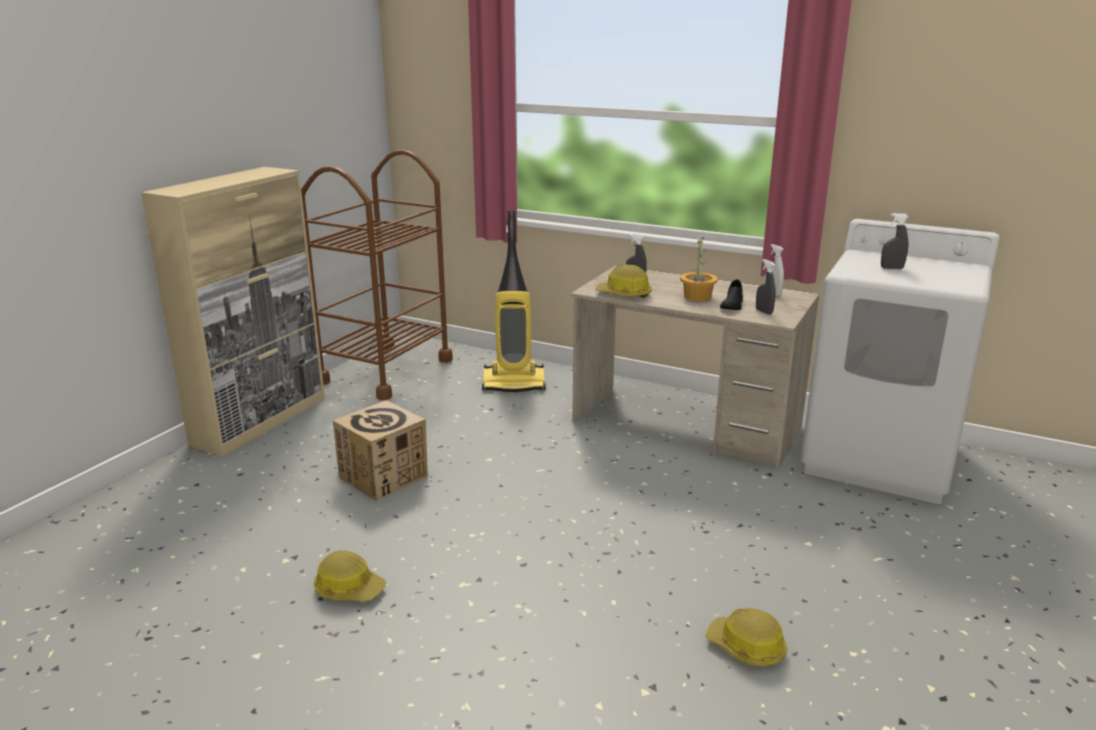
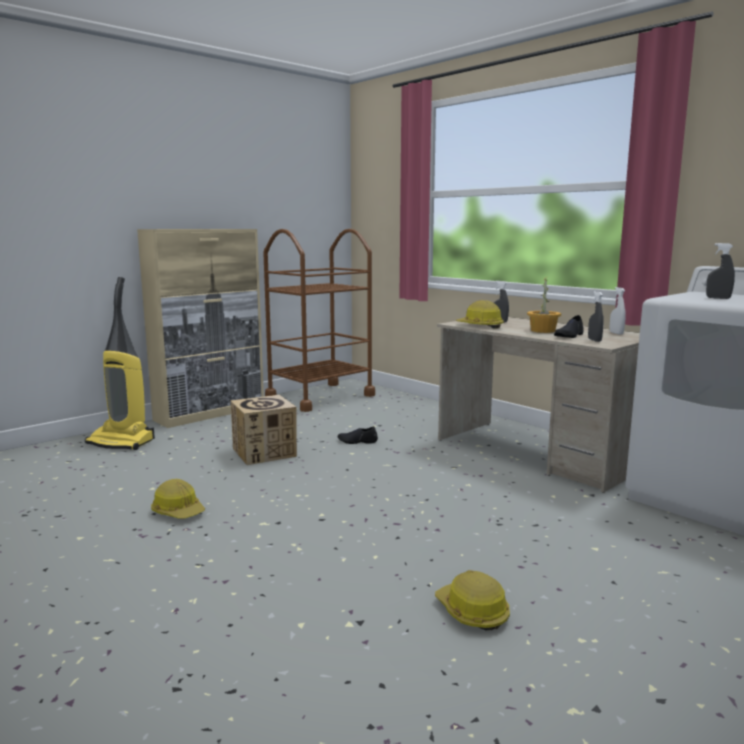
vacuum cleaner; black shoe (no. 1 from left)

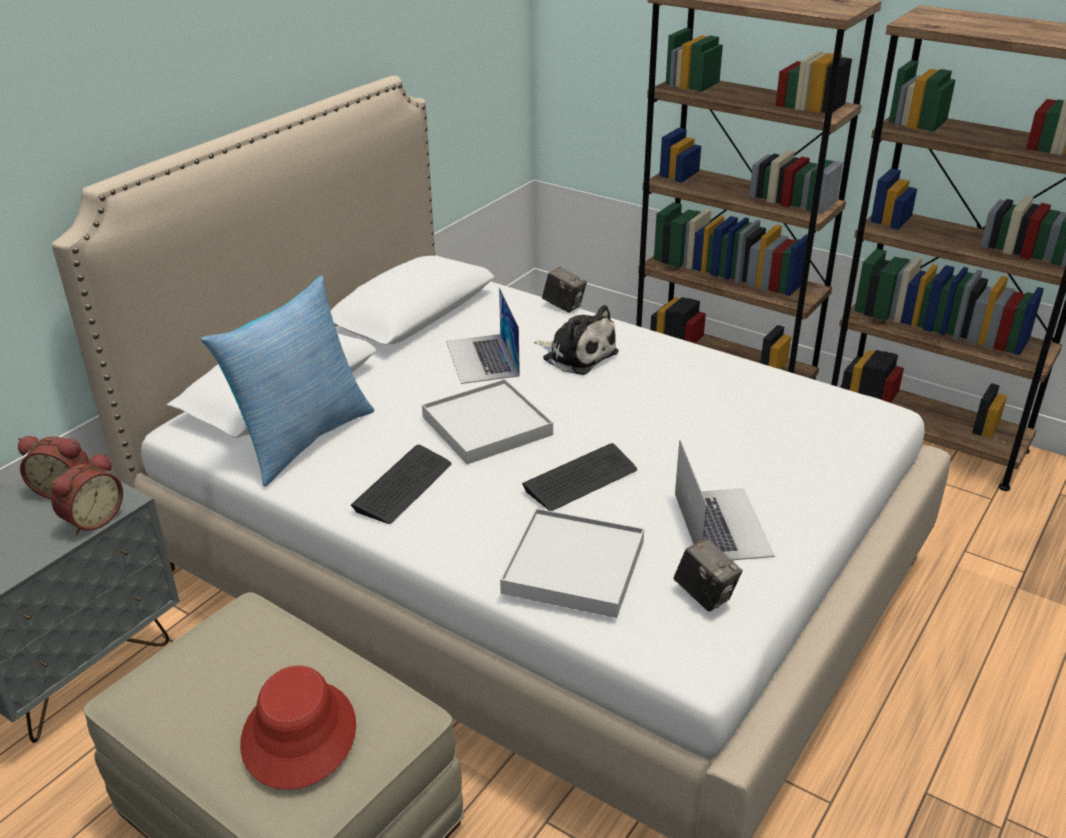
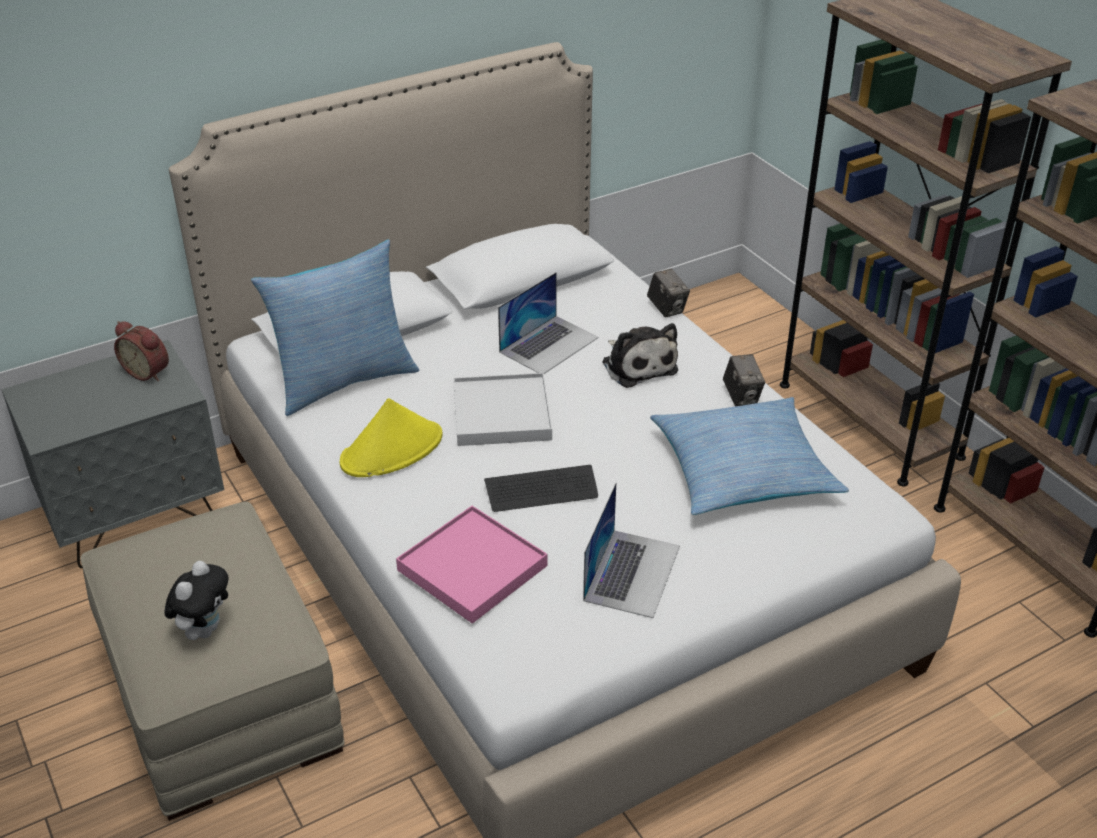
portable computer (no. 1 from left); yellow wearable hat; table clock (no. 2 from left in the first image); pinkish carrying tray; still camera (no. 2 from left); soft toy (no. 1 from left); pillow (no. 2 from left)

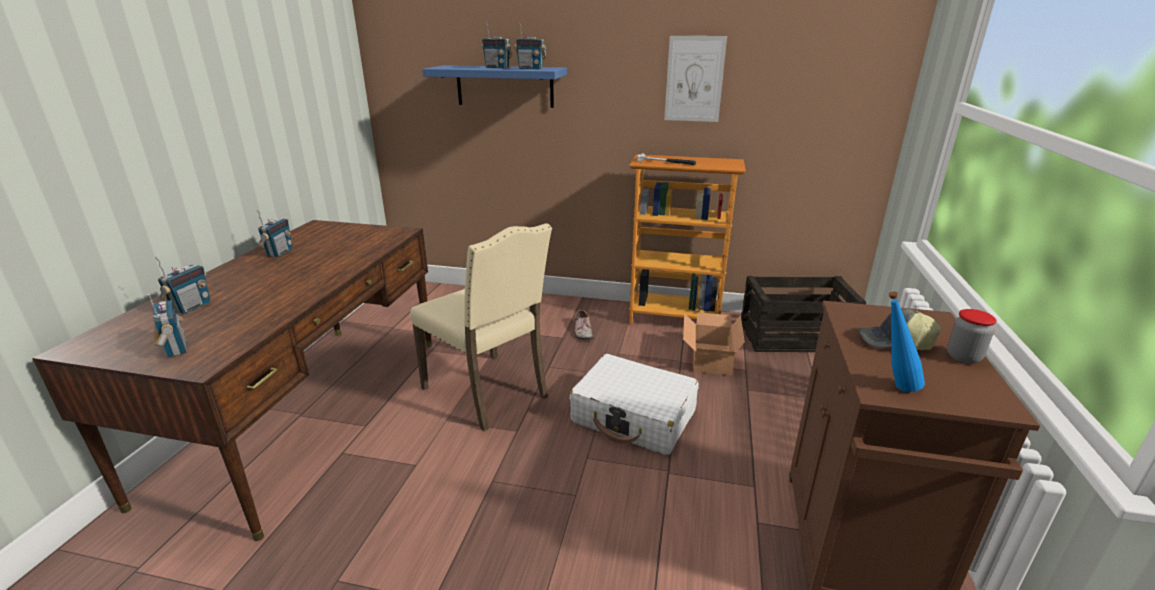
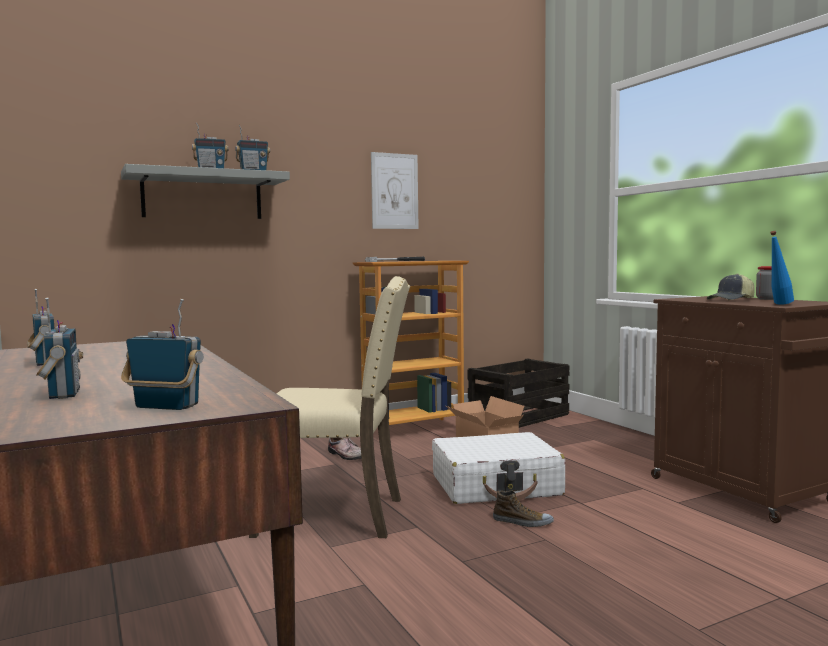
greyish shelf; shoe (no. 2 from left)

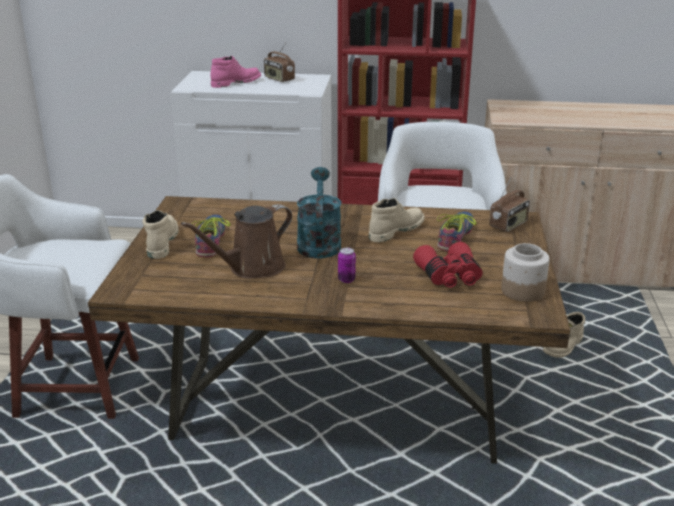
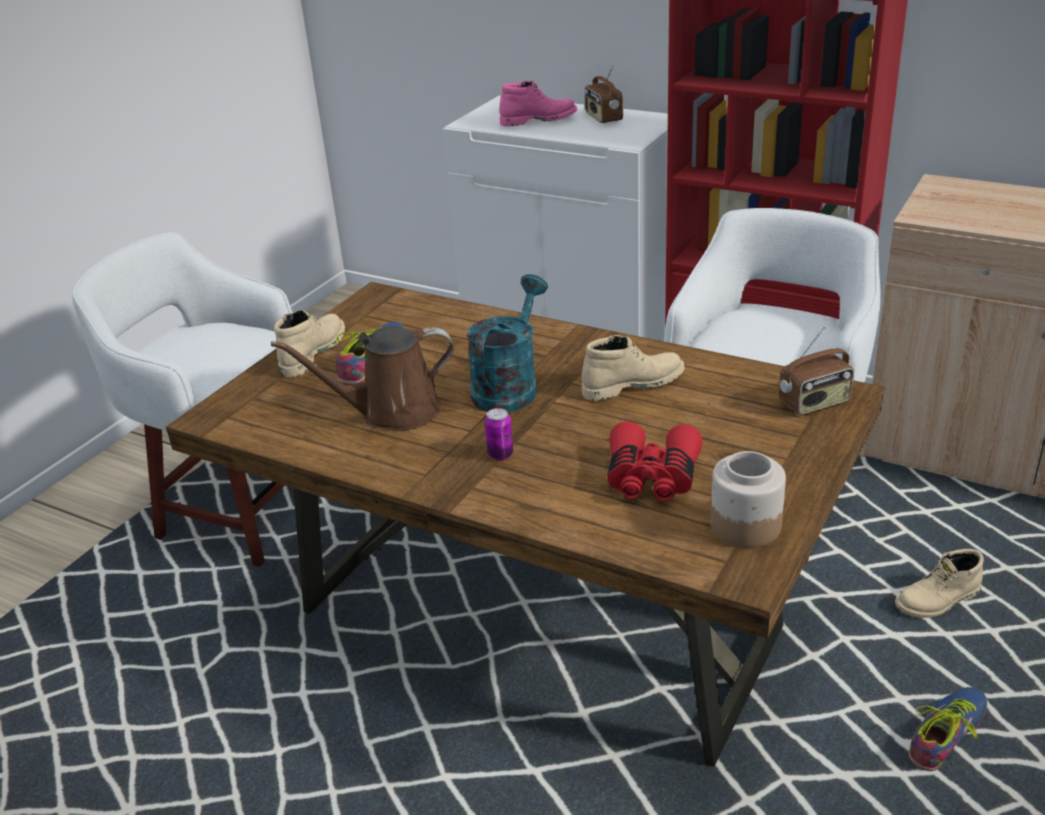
shoe (no. 2 from left)

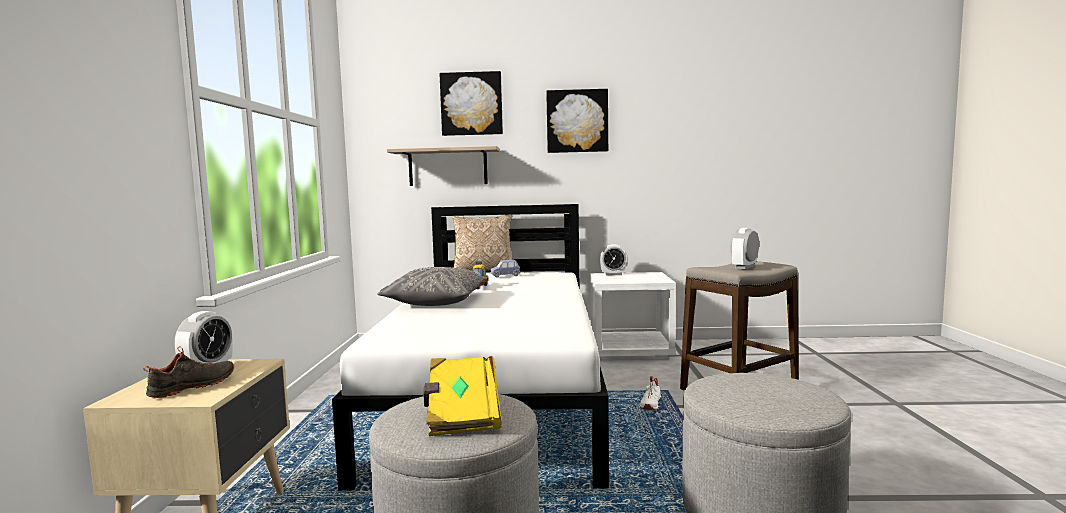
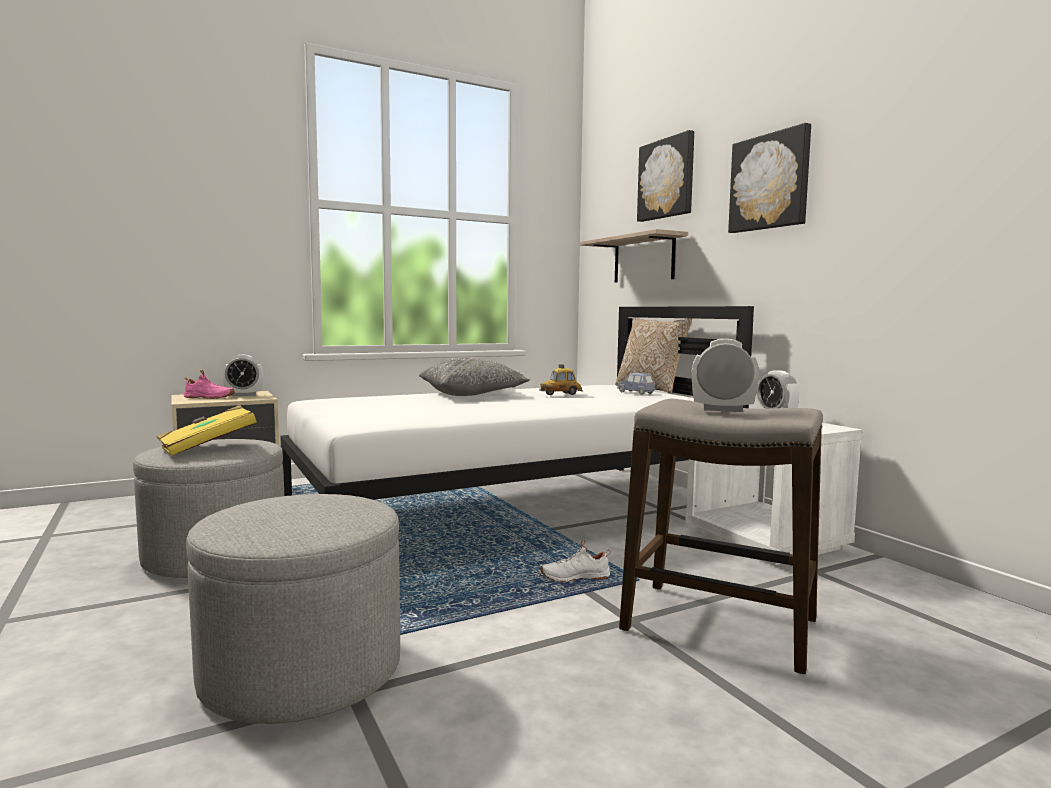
pinkish shoe

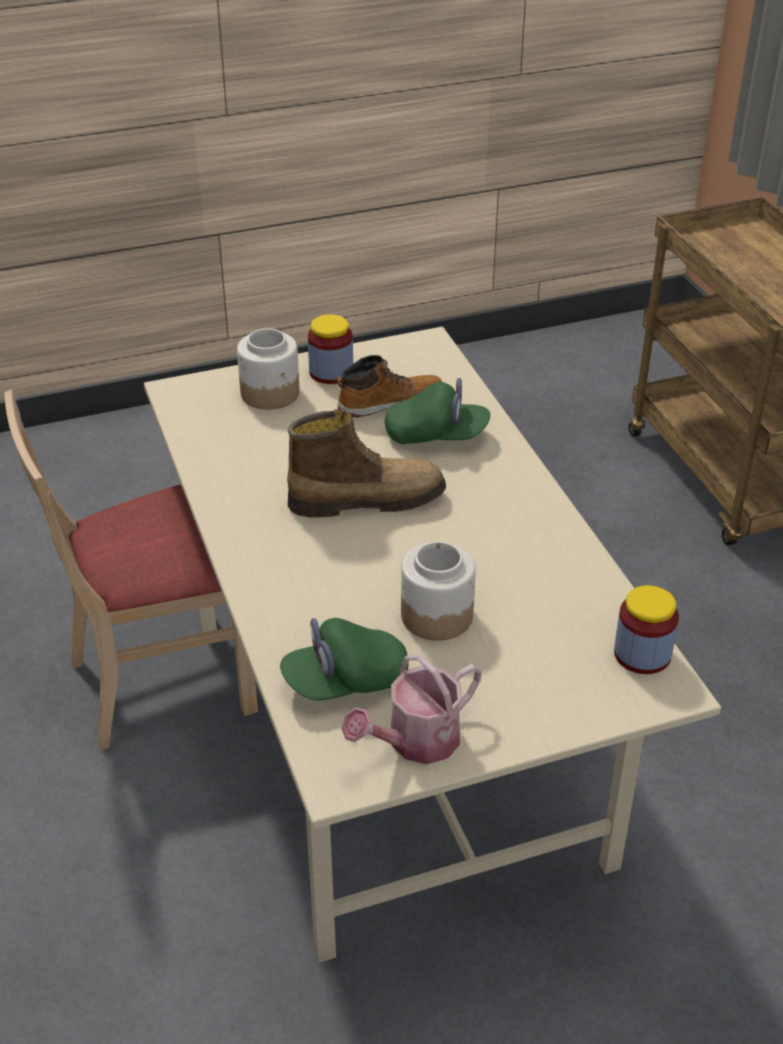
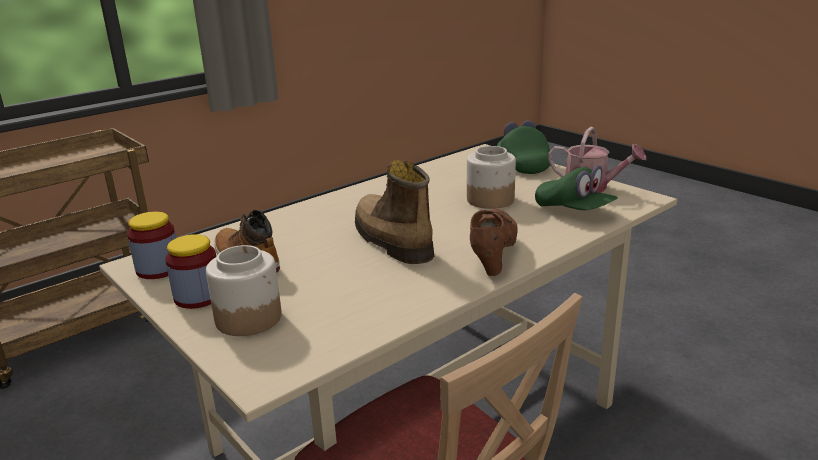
greenish cap (no. 1 from left); storage jar (no. 1 from left); brownish shoe

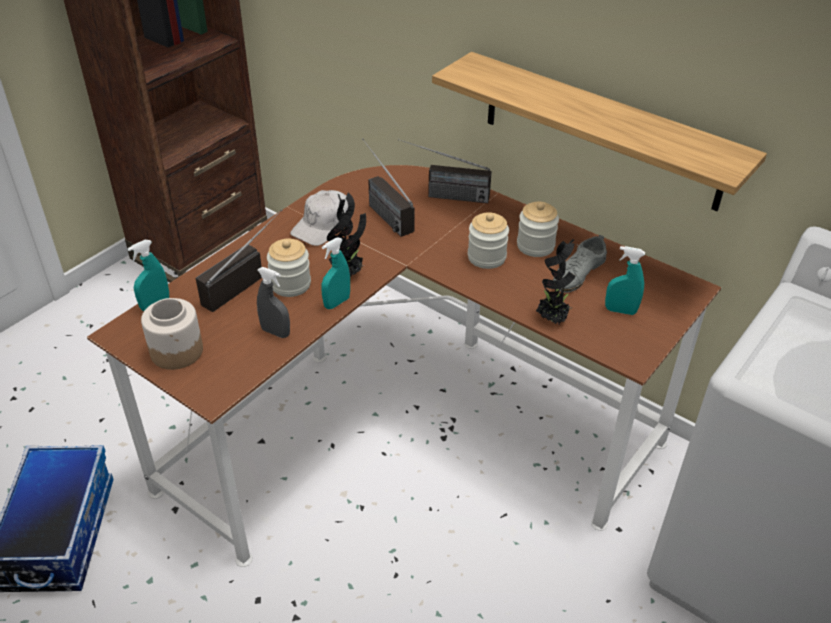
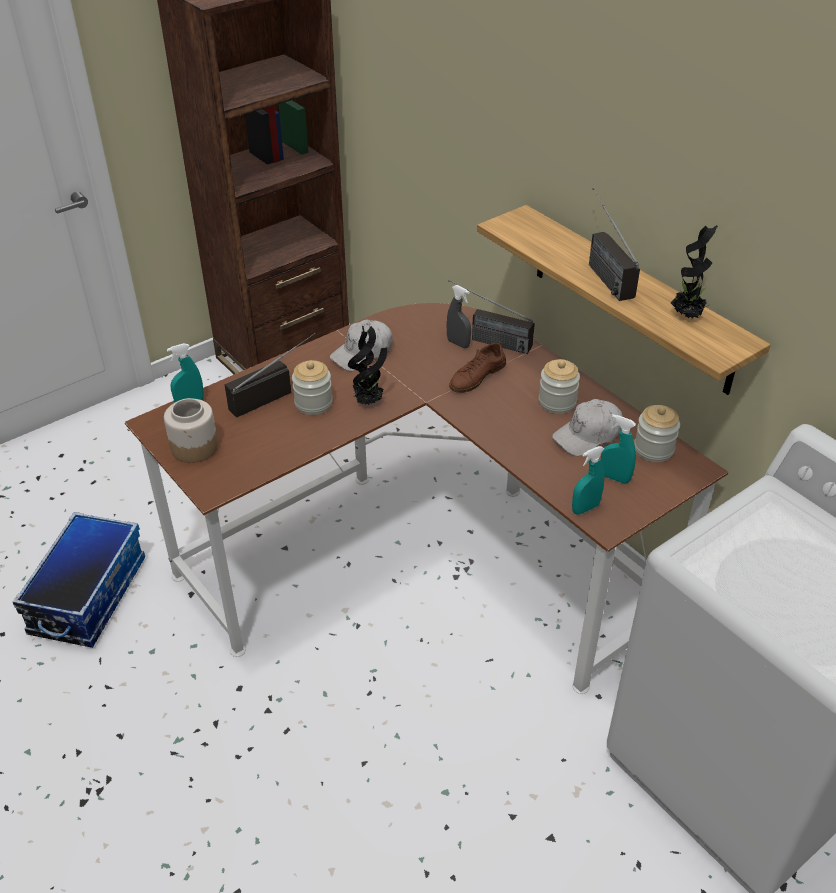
radio (no. 3 from left); storage jar (no. 4 from left); whitish cap (no. 2 from left); turquoise spray bottle (no. 2 from left); plant in a pot (no. 2 from left); greyish spray bottle; brownish shoe

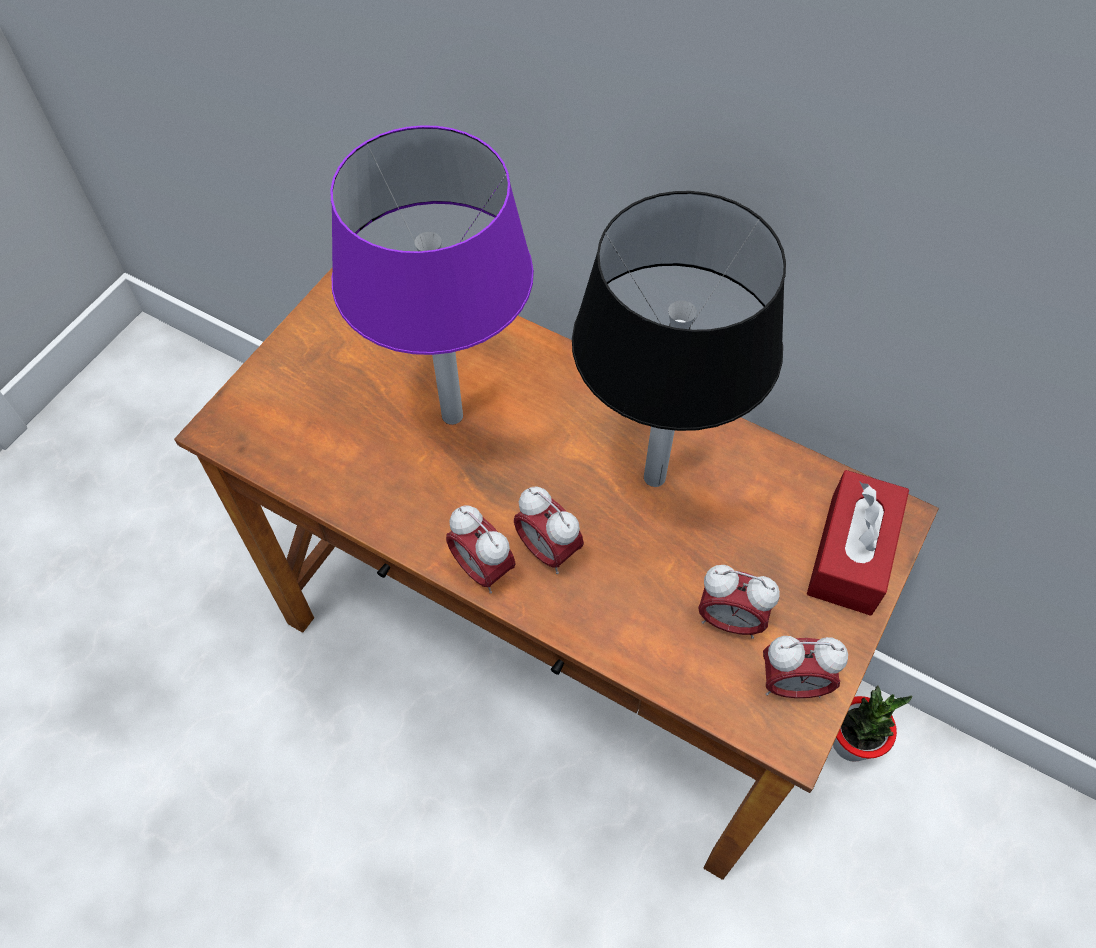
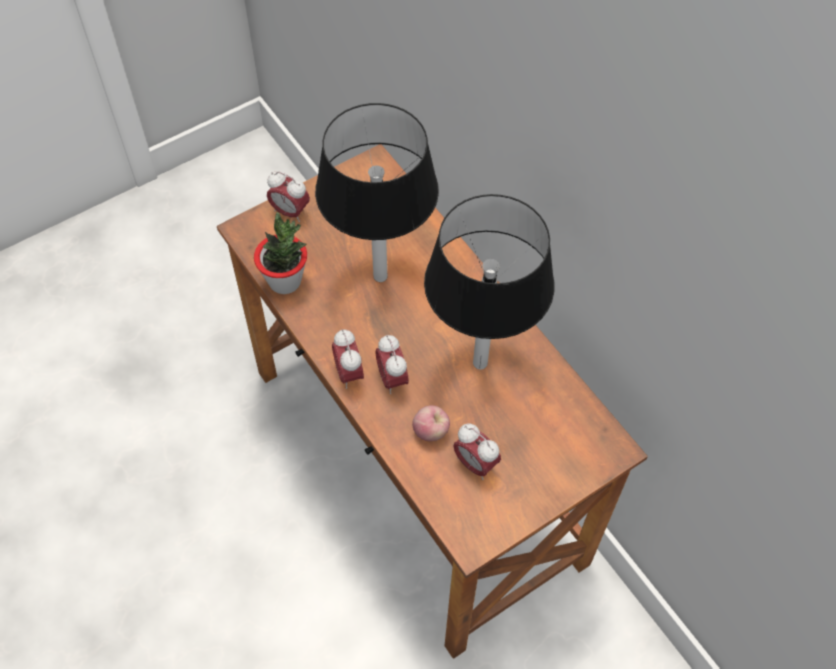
black lamp for a table (no. 1 from left); reddish tissue box; table clock (no. 1 from left); plant in a pot; apple

